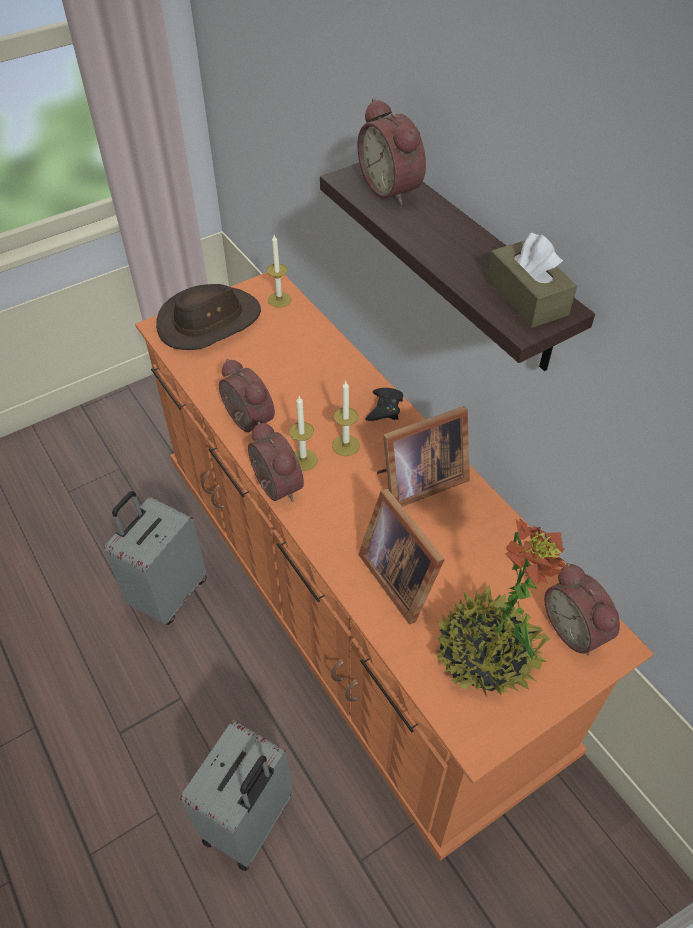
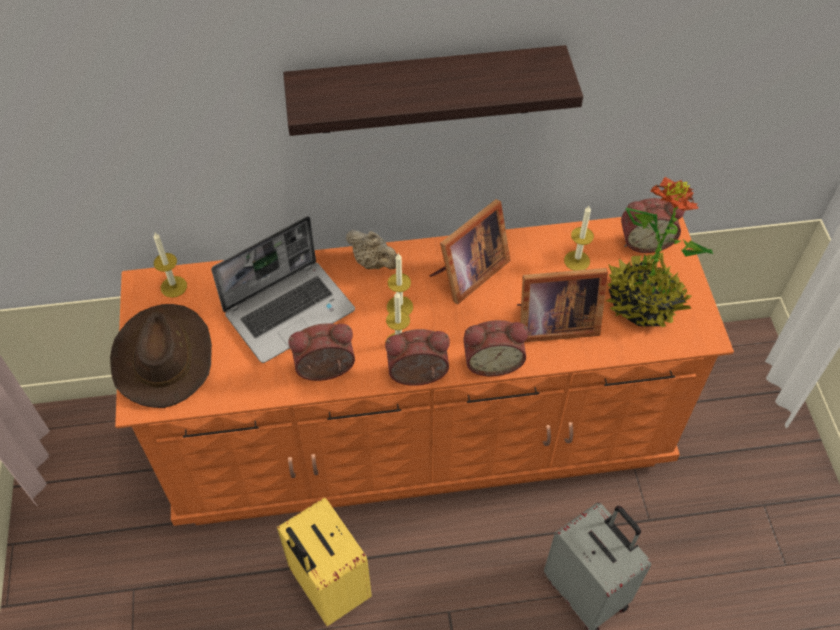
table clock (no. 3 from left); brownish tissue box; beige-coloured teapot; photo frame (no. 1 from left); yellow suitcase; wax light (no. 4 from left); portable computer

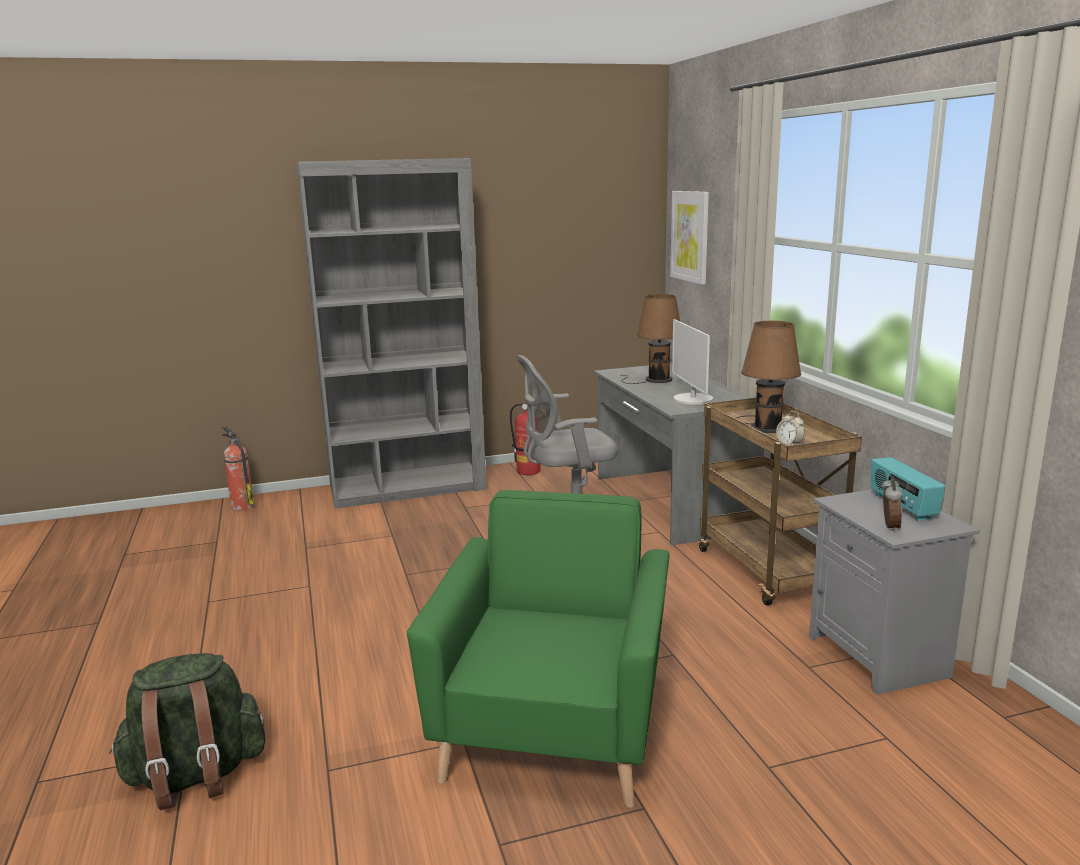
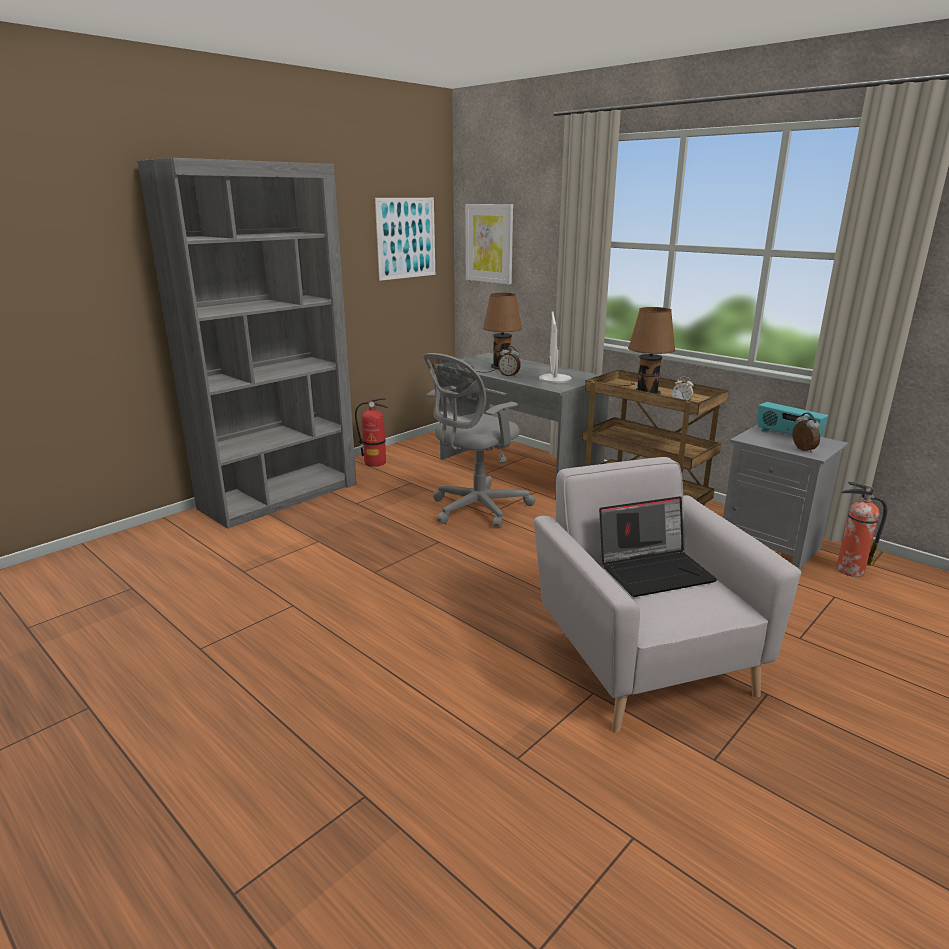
computer screen; fire-fighting cylinder (no. 2 from left); greyish easy chair; greenish backpack; wall picture (no. 1 from left); table clock (no. 1 from left); portable computer

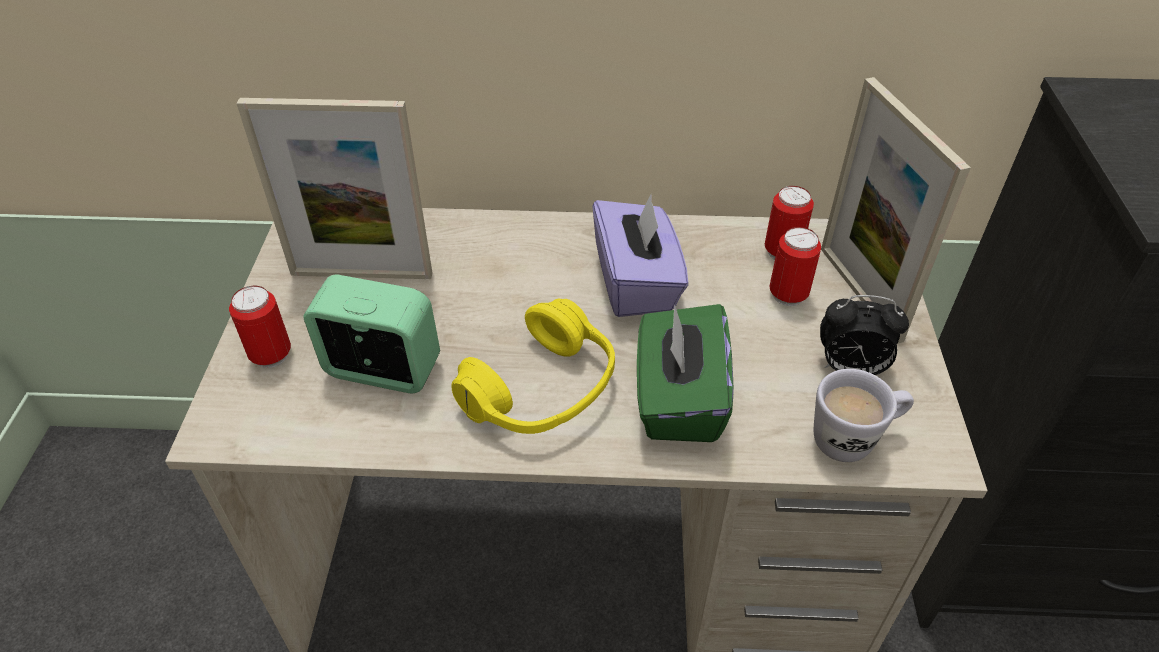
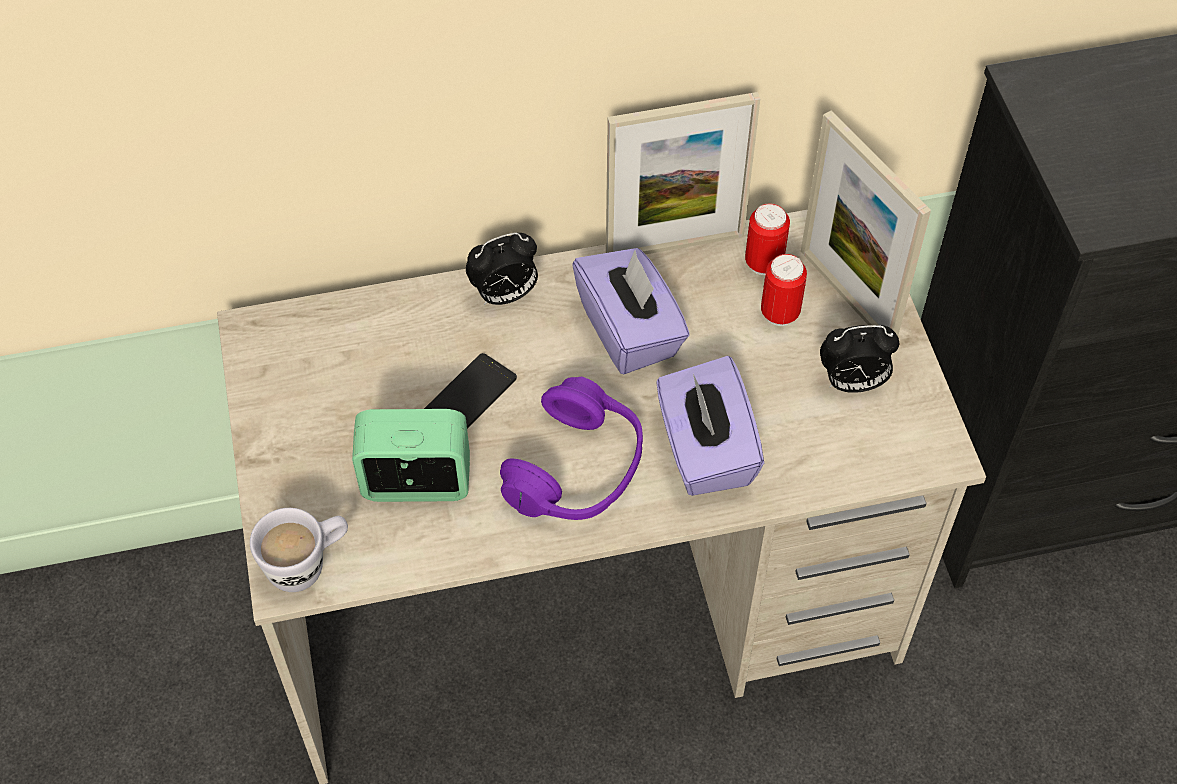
photo frame (no. 1 from left); can (no. 1 from left in the first image); purplish headphones; purplish tissue box (no. 2 from left); whitish tea mug; table clock (no. 2 from left); handset

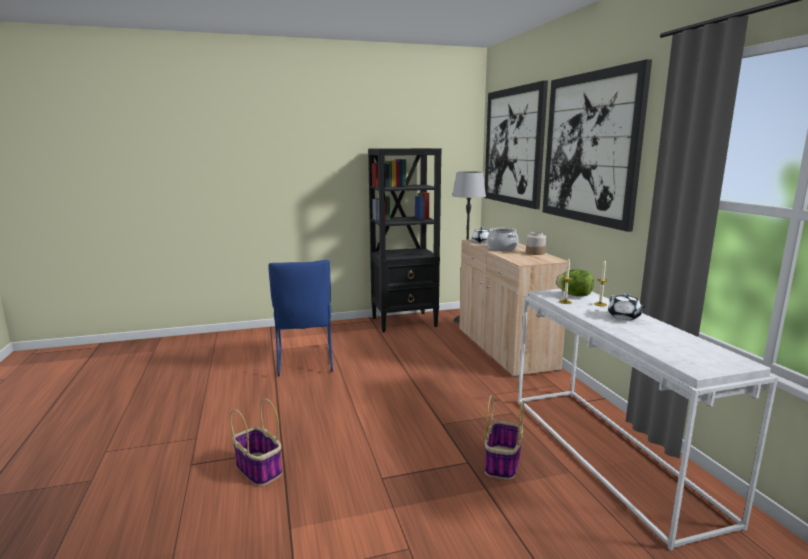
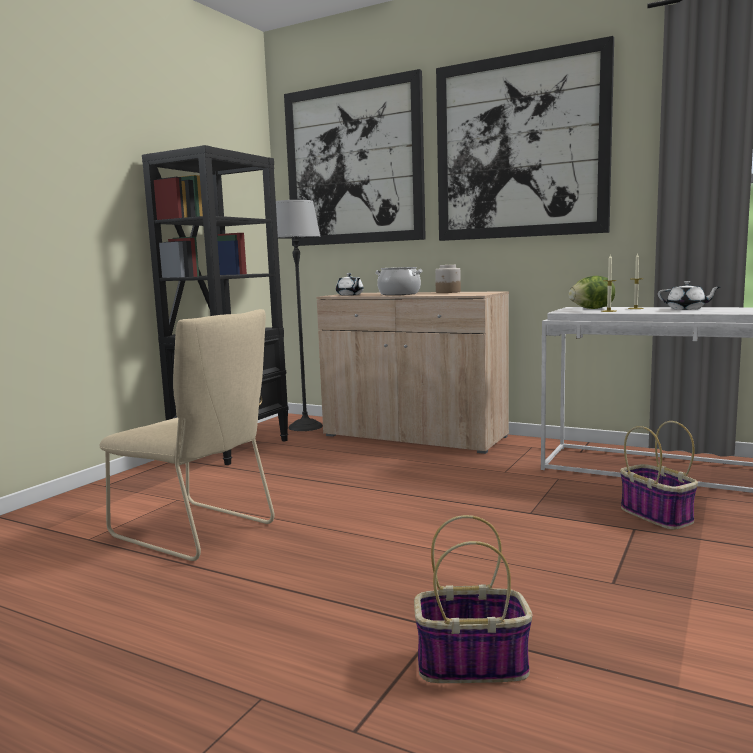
beige-coloured plain chair

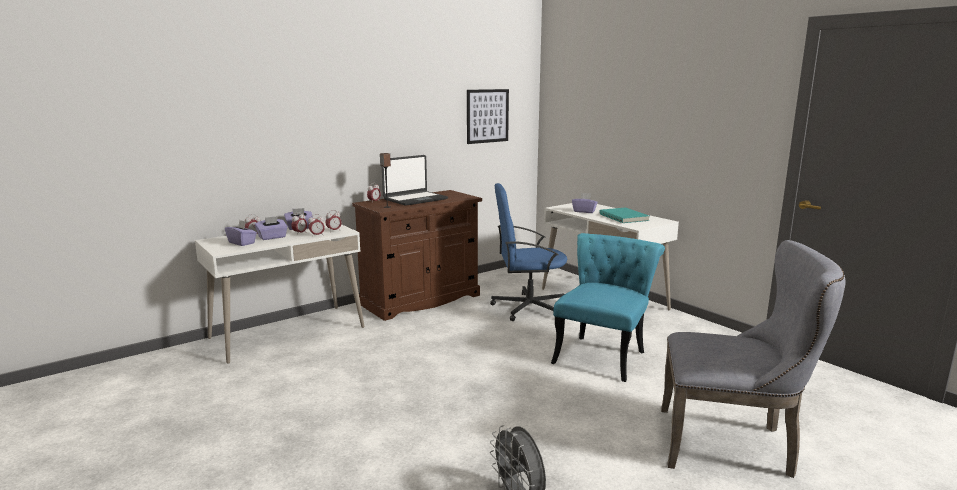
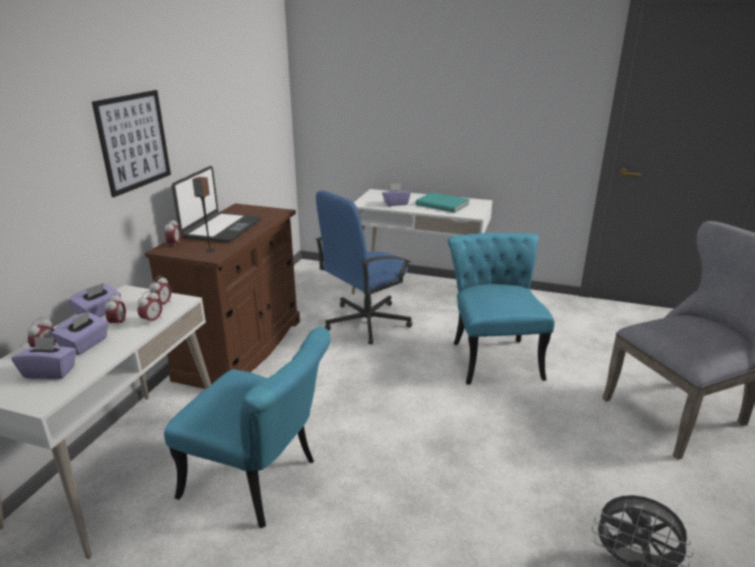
wall picture; turquoise plain chair (no. 1 from left)

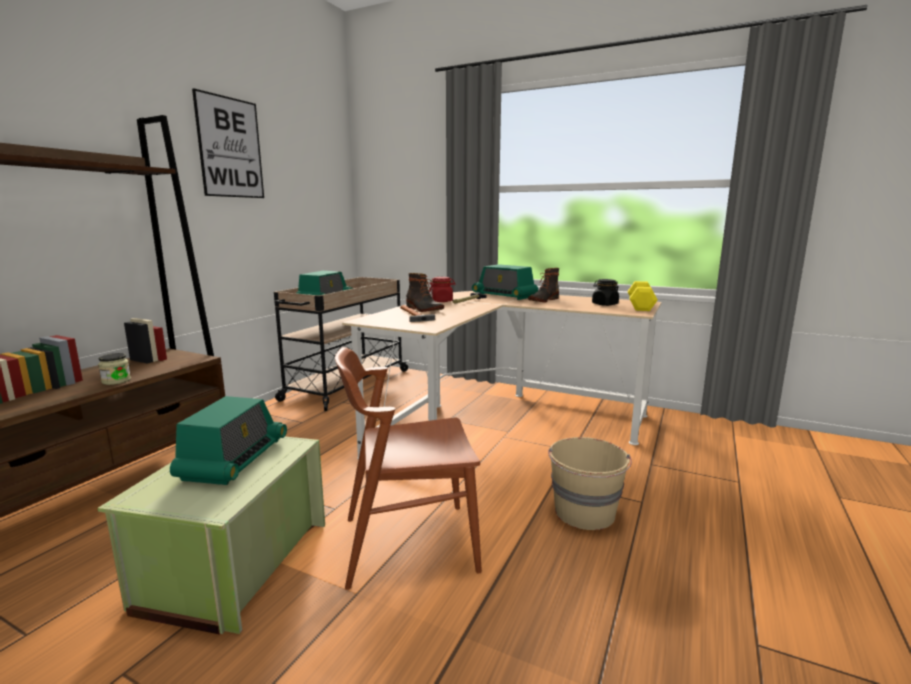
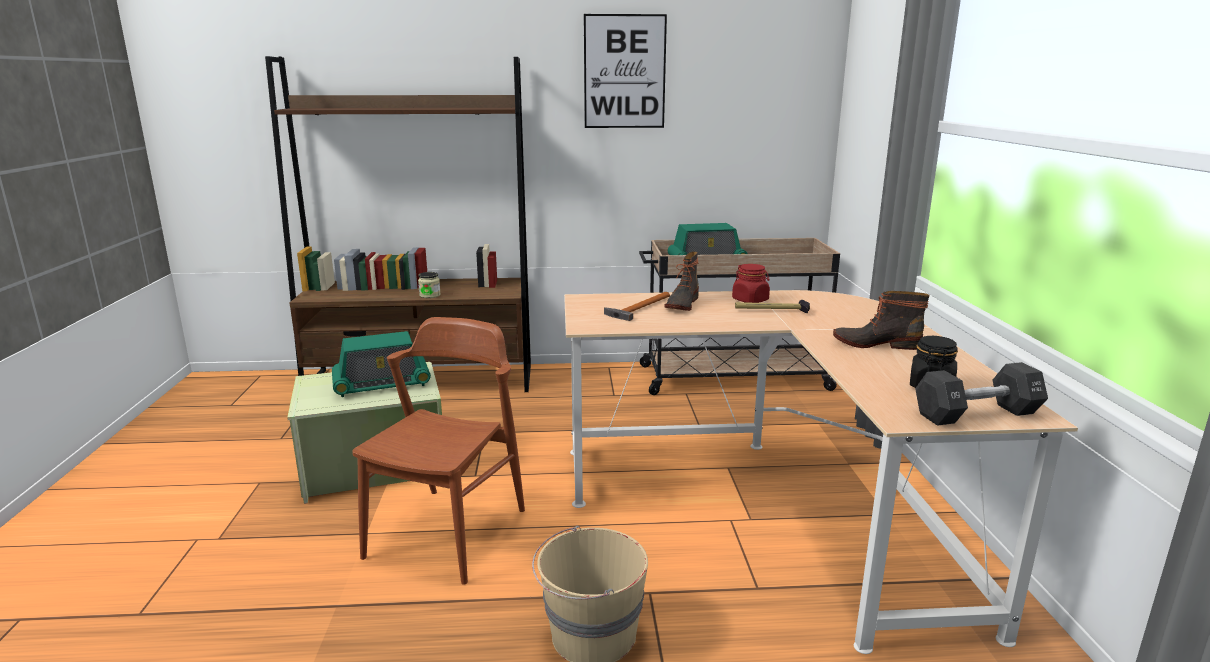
radio (no. 3 from left in the first image); black free weight; brownish plain chair

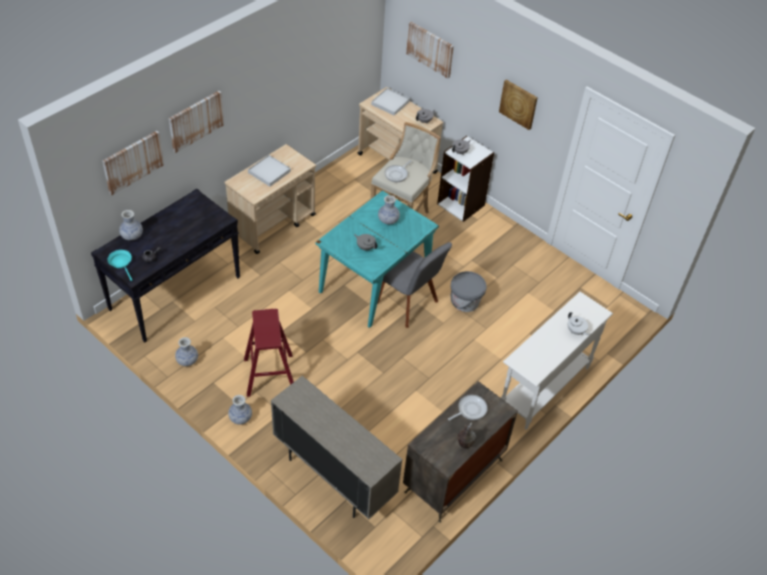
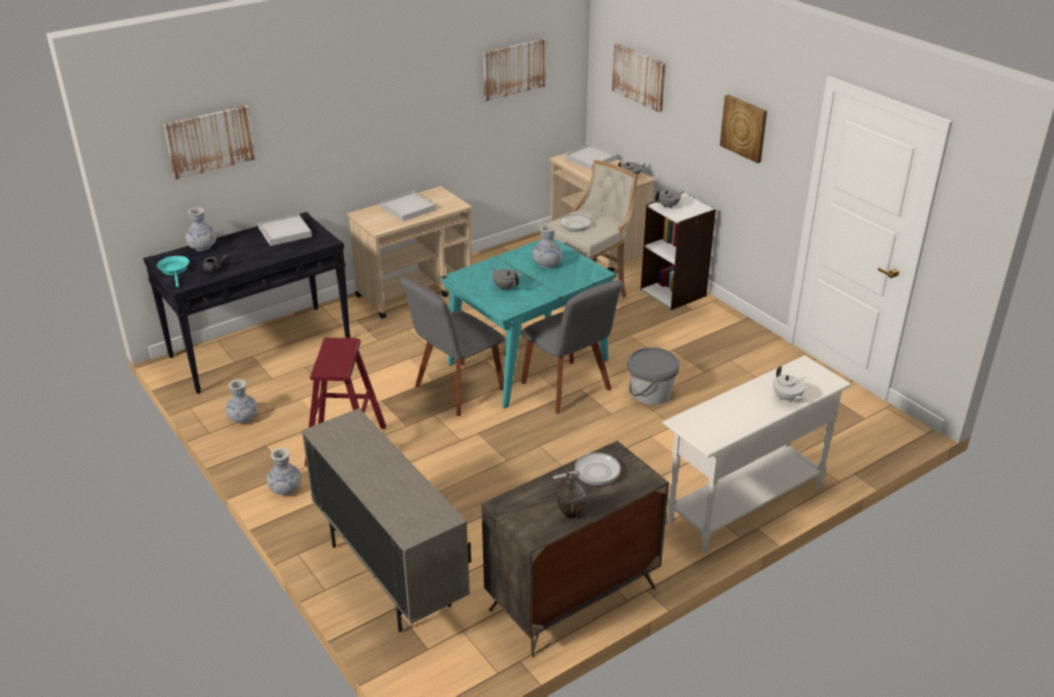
wall picture (no. 2 from left); whitish carrying tray (no. 1 from left); greyish plain chair (no. 1 from left)

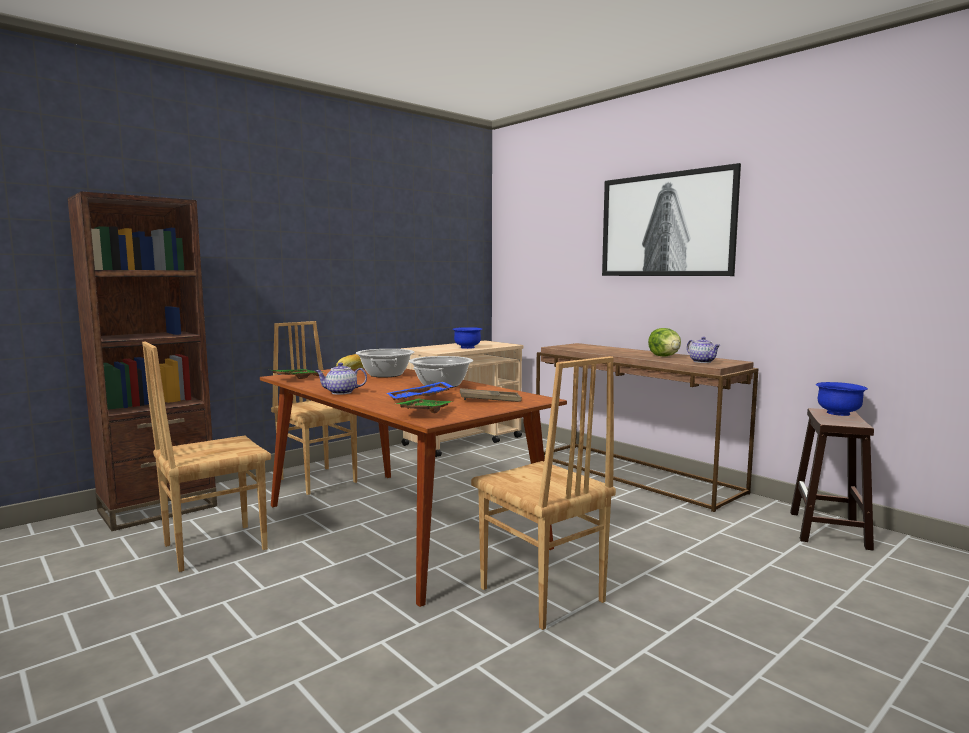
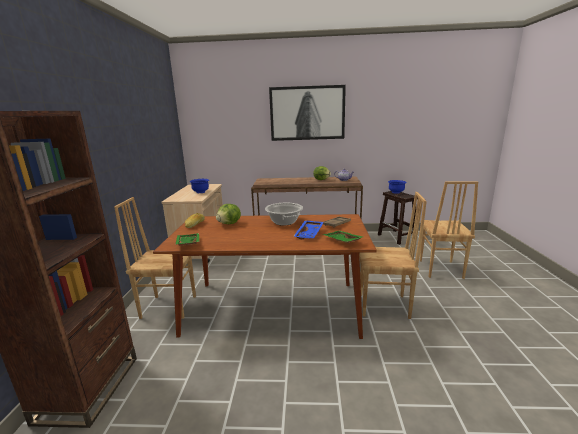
brownish plain chair (no. 3 from left); lettuce (no. 1 from left); teapot (no. 1 from left in the first image)

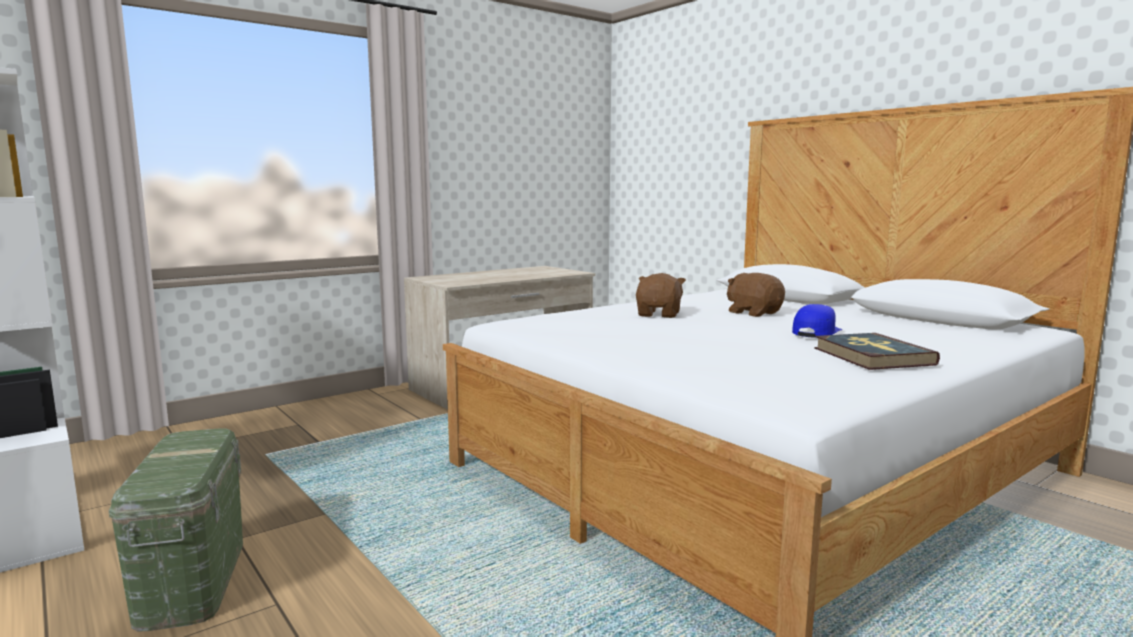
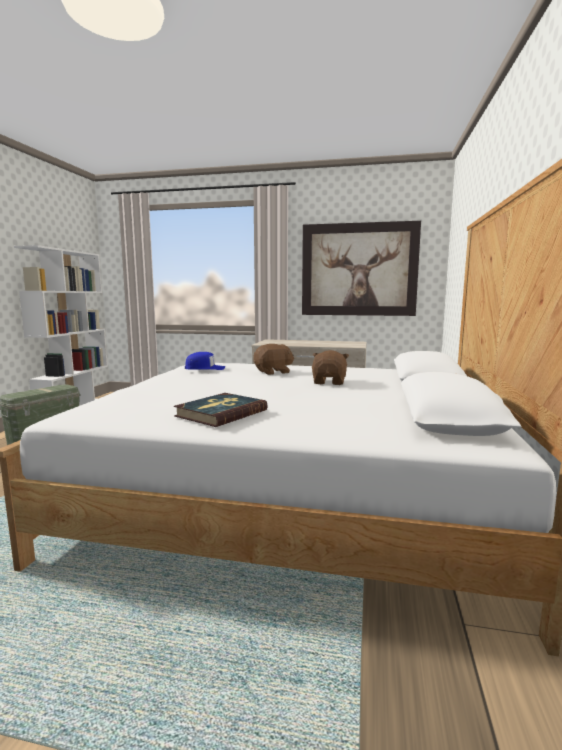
bluish cap; wall picture

